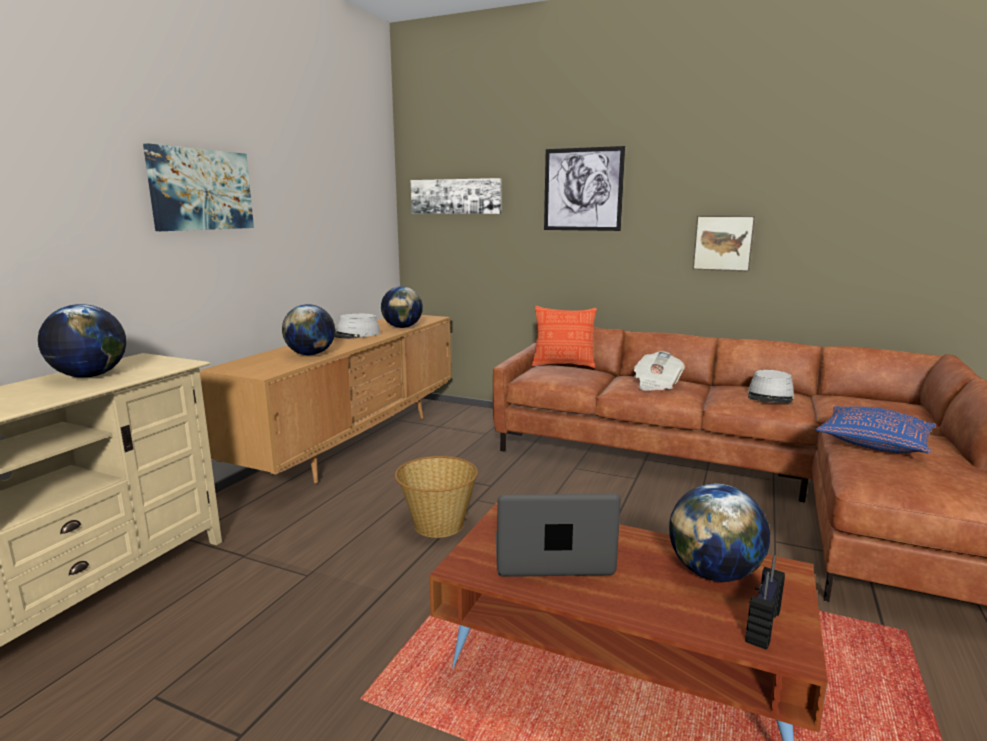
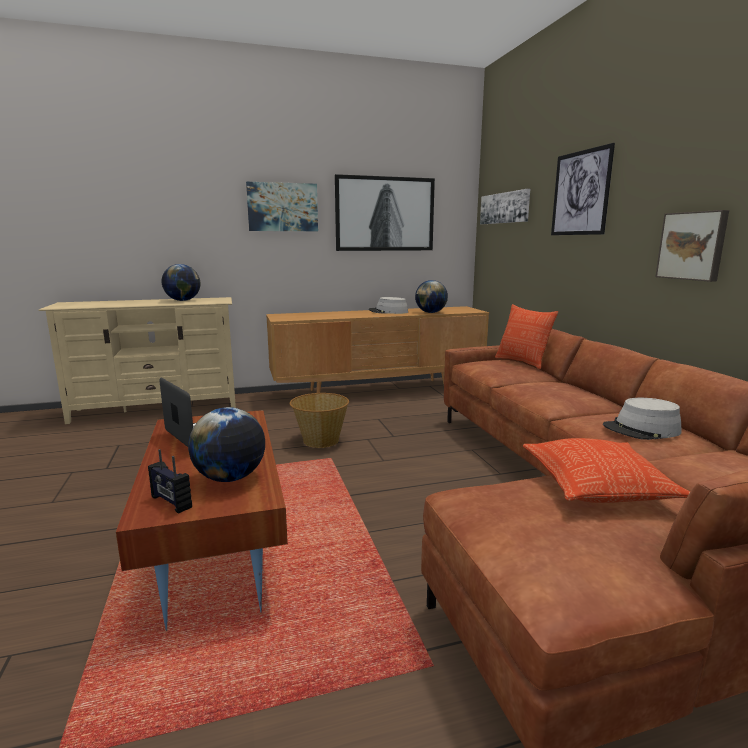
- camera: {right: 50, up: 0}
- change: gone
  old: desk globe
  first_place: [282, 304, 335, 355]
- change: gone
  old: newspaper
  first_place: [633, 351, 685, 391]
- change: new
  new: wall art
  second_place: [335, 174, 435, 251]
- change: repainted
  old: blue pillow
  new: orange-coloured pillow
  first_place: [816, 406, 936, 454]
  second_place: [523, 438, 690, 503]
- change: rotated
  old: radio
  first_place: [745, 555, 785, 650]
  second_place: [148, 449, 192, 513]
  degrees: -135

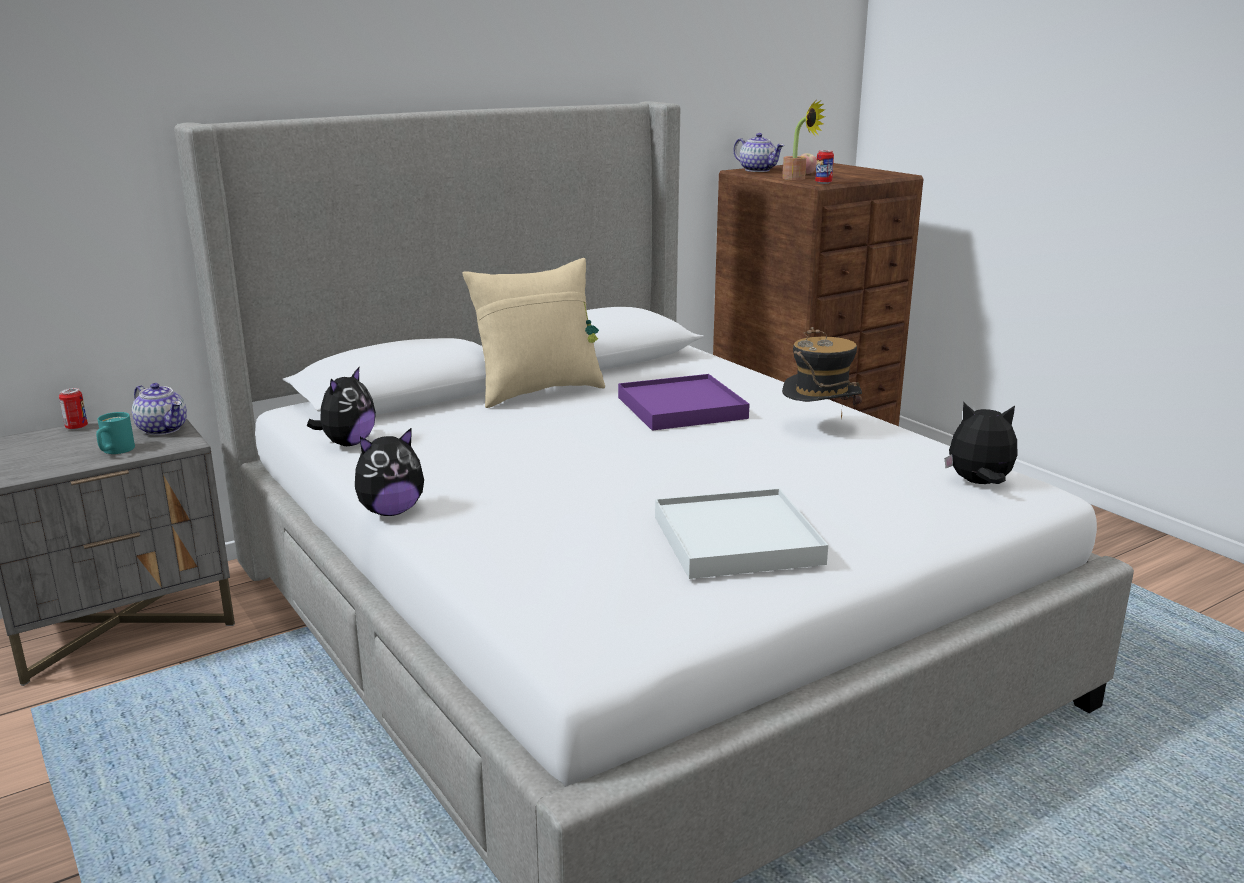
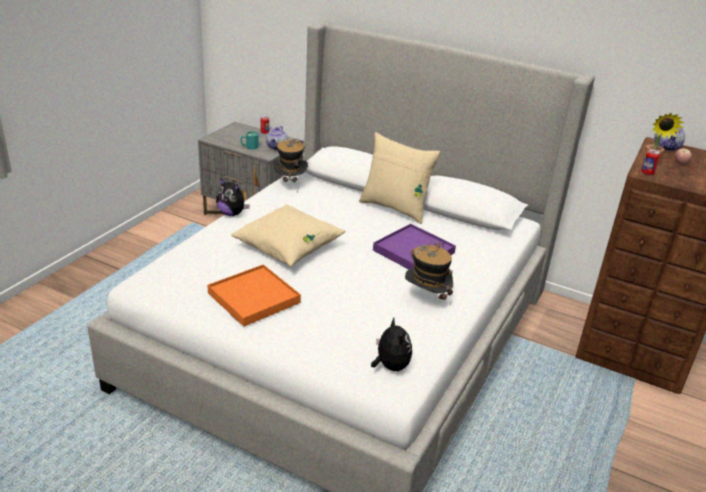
- camera: {right: 60, up: 10}
- change: new
  new: beige-coloured pillow
  second_place: [231, 204, 346, 267]
- change: swapped
  old: plush toy
  new: clothing hat
  first_place: [307, 367, 376, 446]
  second_place: [272, 139, 308, 183]
- change: repainted
  old: whitish serving tray
  new: orange-coloured serving tray
  first_place: [655, 488, 828, 579]
  second_place: [207, 264, 301, 327]

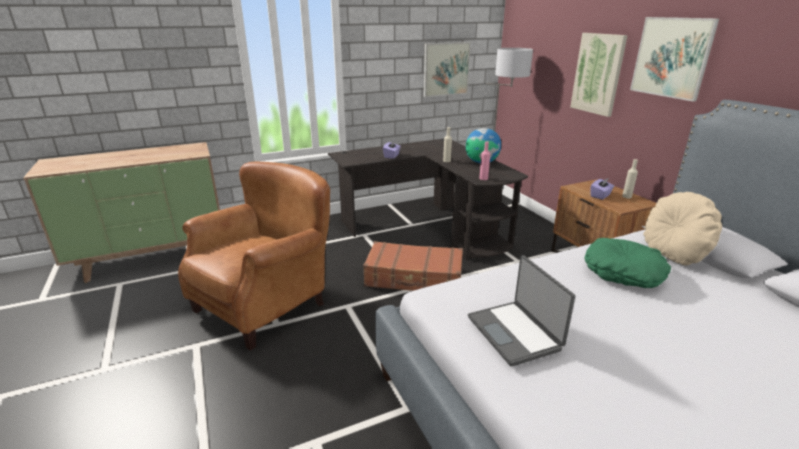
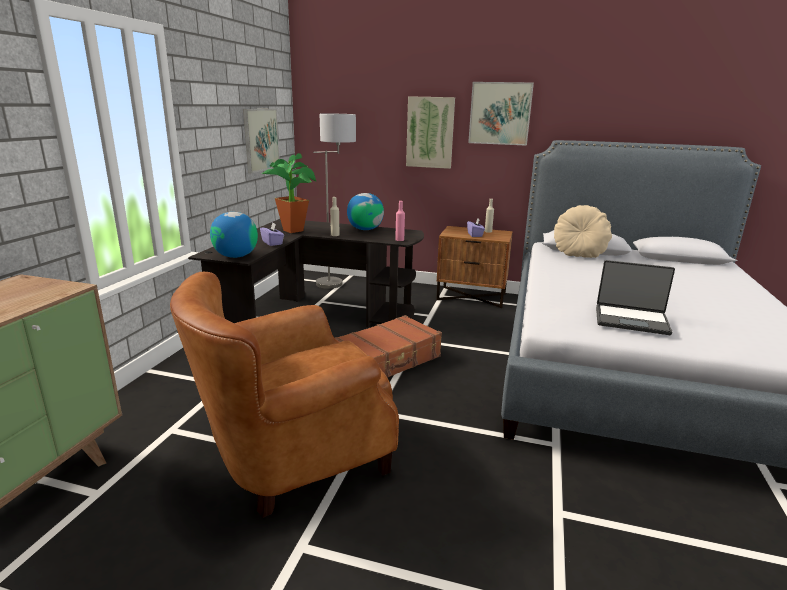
- camera: {right: -50, up: -5}
- change: gone
  old: green pillow
  first_place: [584, 238, 671, 288]
- change: new
  new: desk globe
  second_place: [210, 212, 258, 258]
- change: new
  new: plant in a pot
  second_place: [262, 153, 317, 233]
- change: rotated
  old: brownish armchair
  first_place: [178, 162, 330, 351]
  second_place: [170, 272, 399, 518]
  degrees: -105

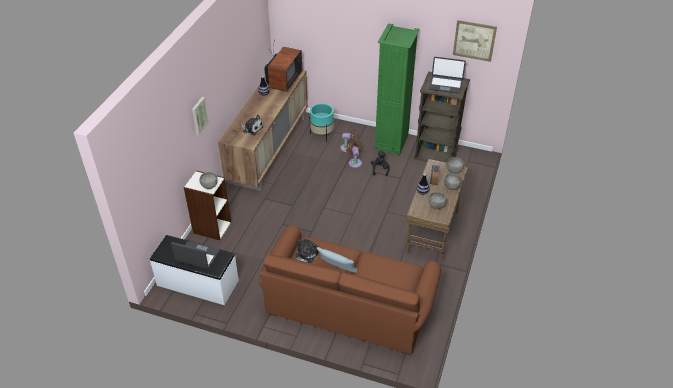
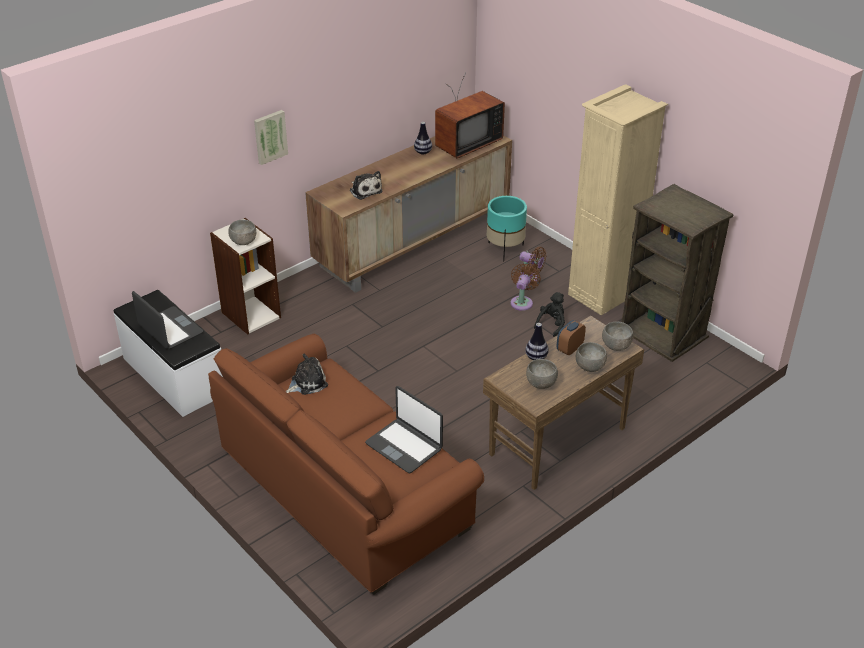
- camera: {right: 30, up: -5}
- change: gone
  old: blue pillow
  first_place: [317, 247, 357, 273]
- change: gone
  old: wall art
  first_place: [453, 20, 497, 62]
- change: shifted
  old: portable computer
  first_place: [429, 57, 466, 94]
  second_place: [365, 386, 443, 473]
- change: repainted
  old: green cupboard
  new: beige-coloured cupboard
  first_place: [375, 23, 420, 155]
  second_place: [568, 84, 668, 315]

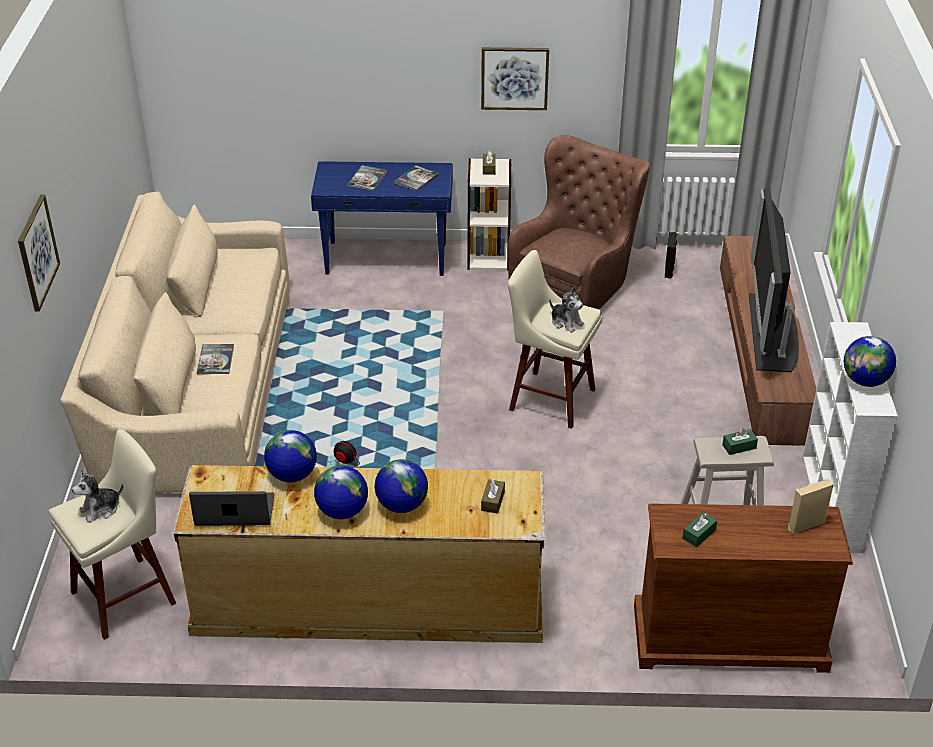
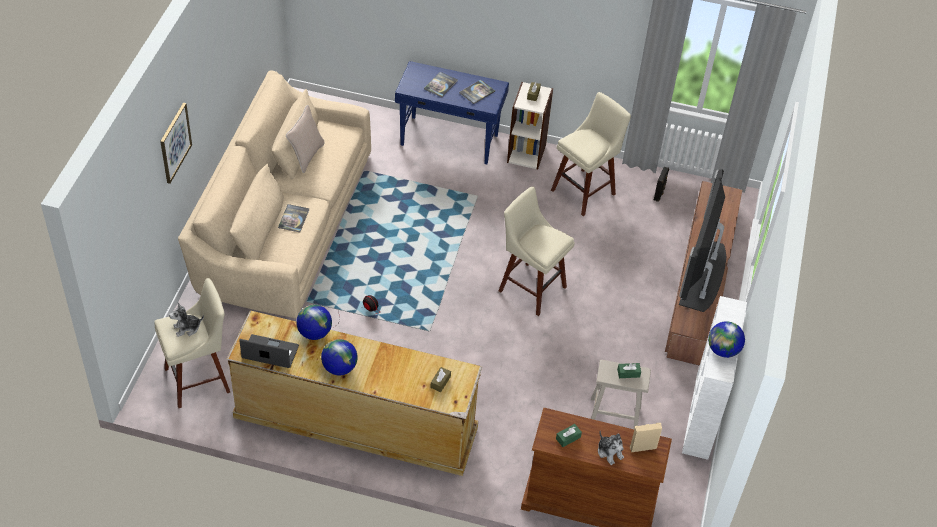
- camera: {right: 10, up: 10}
- change: gone
  old: desk globe
  first_place: [375, 459, 428, 513]
- change: gone
  old: wall art
  first_place: [481, 47, 549, 110]
- change: new
  new: beige-coloured pillow
  second_place: [286, 105, 324, 173]
- change: shifted
  old: plush toy
  first_place: [549, 287, 584, 333]
  second_place: [598, 431, 624, 465]
- change: swapped
  old: brownish armchair
  new: beige-coloured stool seat
  first_place: [508, 135, 650, 309]
  second_place: [551, 92, 631, 216]

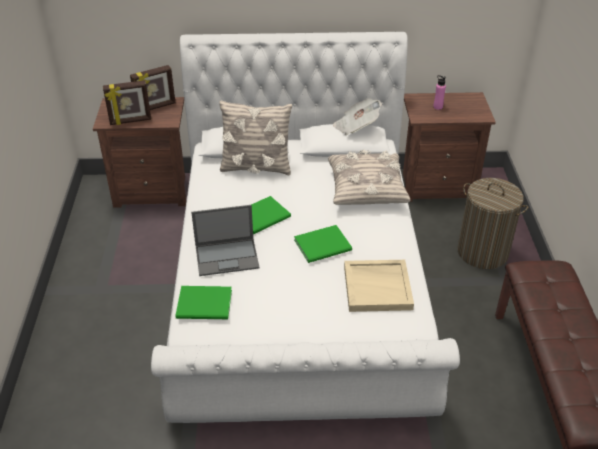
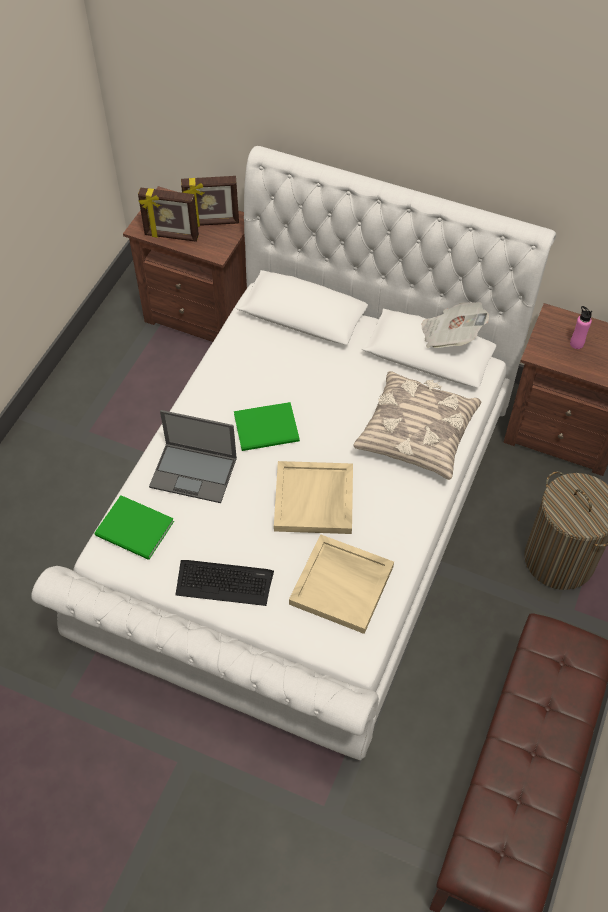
- camera: {right: 25, up: 15}
- change: gone
  old: beige-coloured pillow
  first_place: [219, 101, 292, 175]
- change: new
  new: PC keyboard
  second_place: [175, 560, 274, 606]
- change: swapped
  old: green book
  new: beige-coloured serving tray
  first_place: [294, 225, 352, 263]
  second_place: [274, 461, 353, 534]

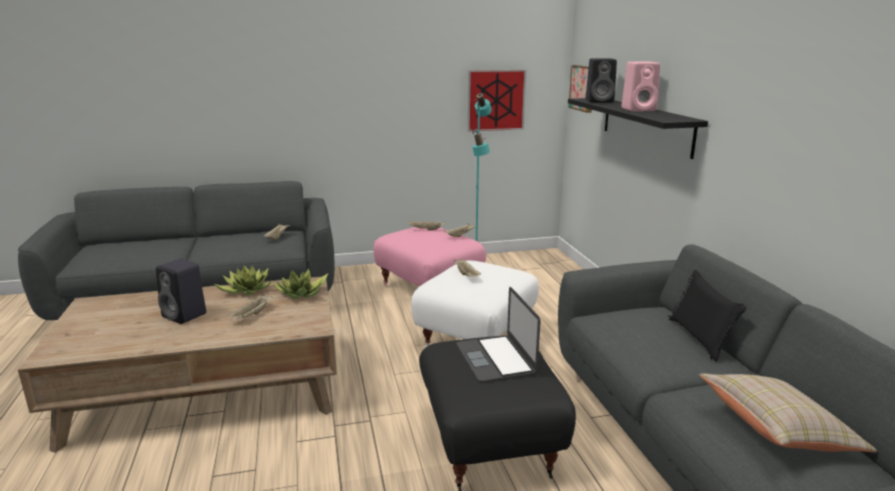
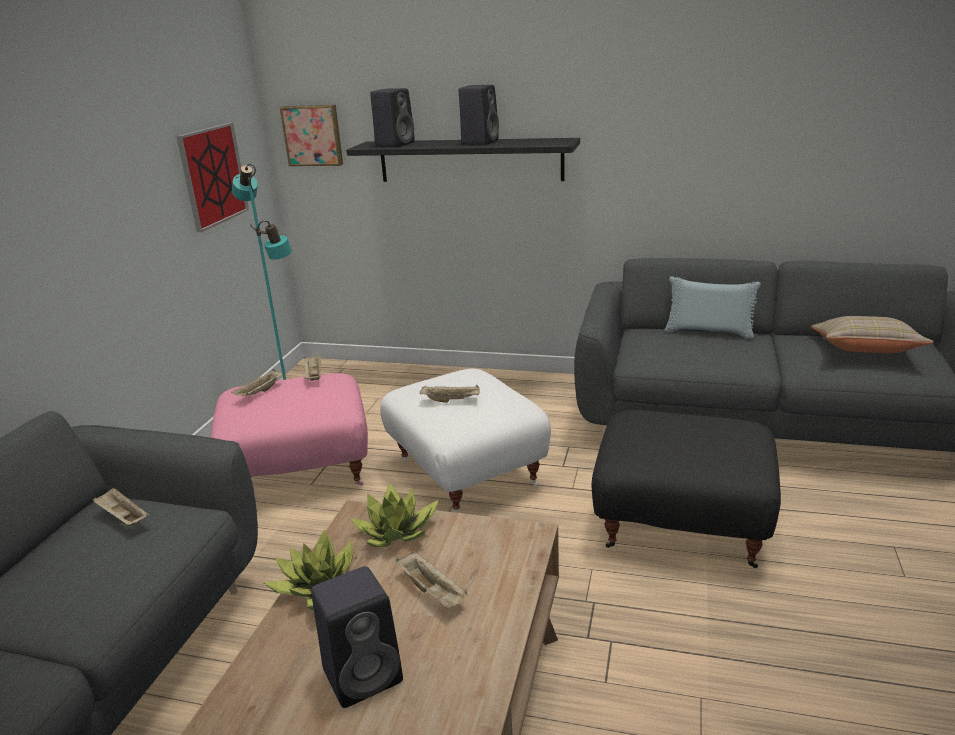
- camera: {right: -60, up: 5}
- change: gone
  old: portable computer
  first_place: [456, 287, 541, 382]
- change: repainted
  old: pink audio speaker
  new: black audio speaker
  first_place: [622, 62, 660, 111]
  second_place: [459, 85, 499, 145]
- change: repainted
  old: black pillow
  new: blue pillow
  first_place: [668, 270, 746, 361]
  second_place: [664, 276, 761, 339]

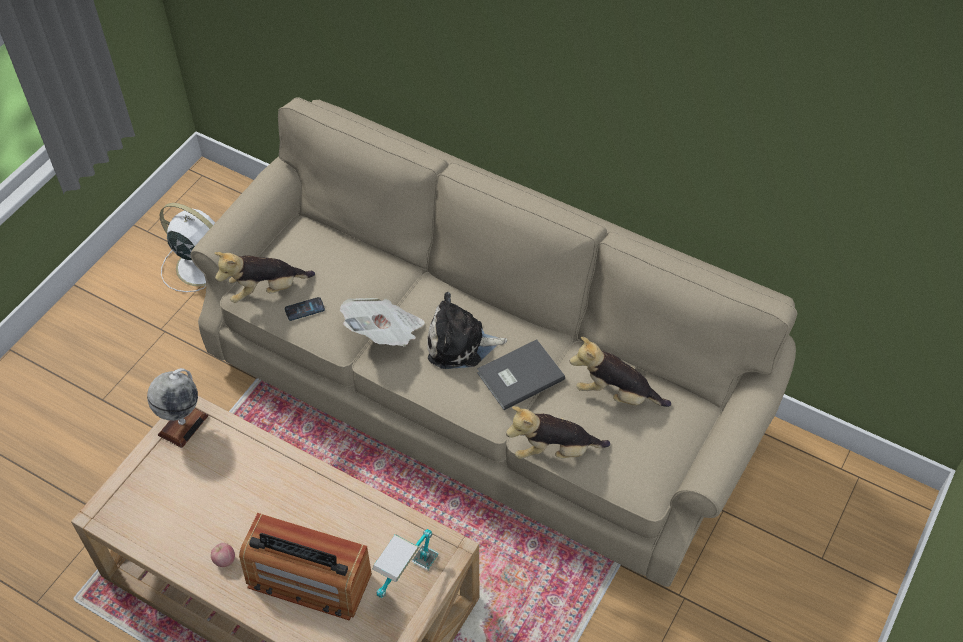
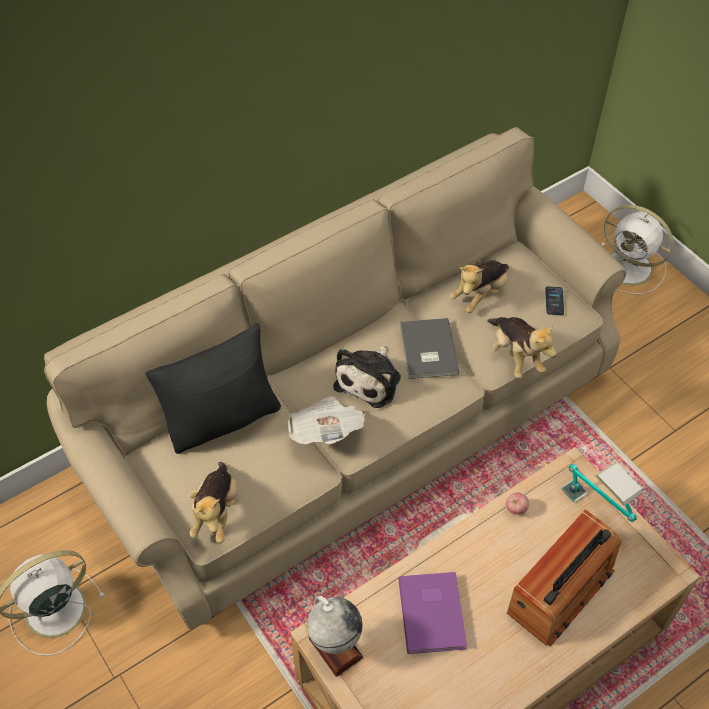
- camera: {right: -65, up: 0}
- change: new
  new: black pillow
  second_place: [145, 323, 281, 454]
- change: new
  new: purple book
  second_place: [398, 572, 467, 654]
- change: new
  new: whitish cooling fan
  second_place: [601, 205, 674, 295]
- change: shifted
  old: whole apple
  first_place: [211, 543, 235, 567]
  second_place: [506, 493, 529, 515]
- change: shifted
  old: phone
  first_place: [285, 297, 325, 321]
  second_place: [545, 286, 564, 315]
- change: rotated
  old: plush toy
  first_place: [506, 406, 610, 459]
  second_place: [487, 317, 557, 378]
  degrees: -45

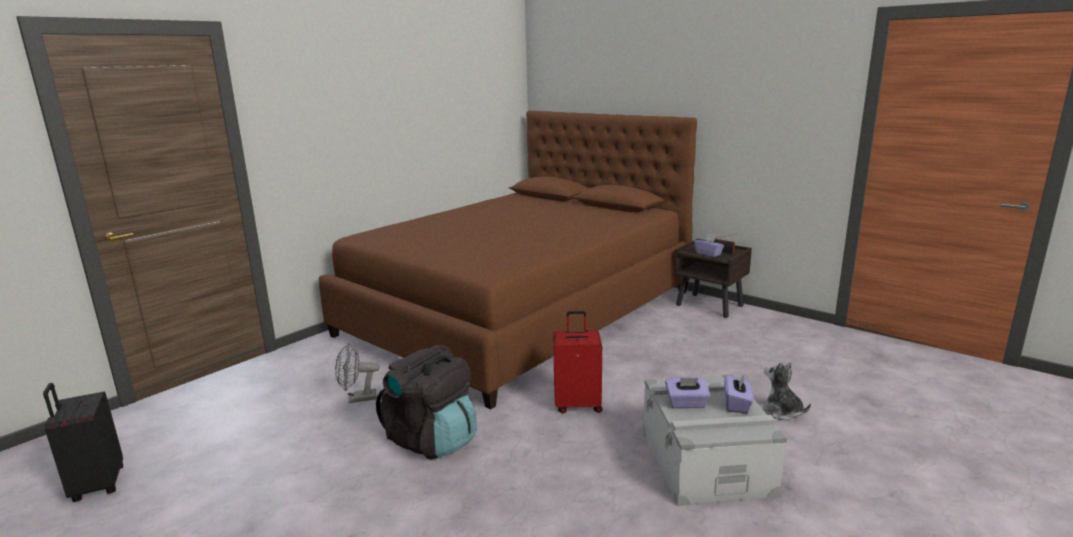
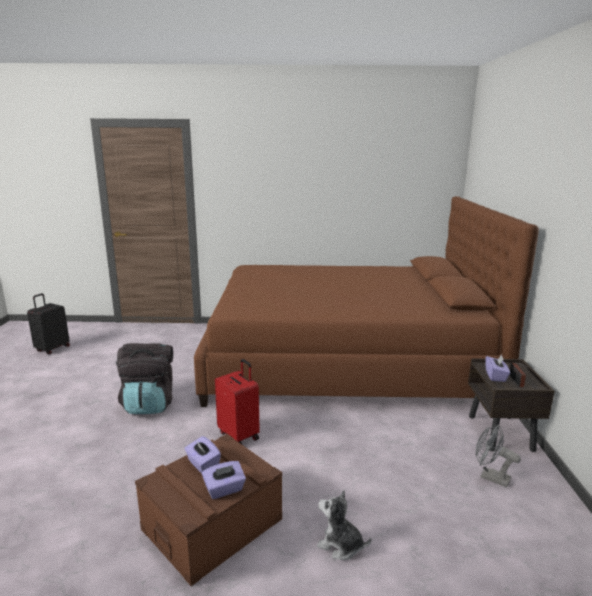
- camera: {right: 50, up: 0}
- change: shifted
  old: gray cooling fan
  first_place: [335, 343, 380, 403]
  second_place: [476, 424, 521, 487]
- change: repainted
  old: gray storage bin
  new: brownish storage bin
  first_place: [643, 374, 787, 506]
  second_place: [135, 434, 282, 586]
- change: rotated
  old: plush toy
  first_place: [759, 362, 811, 420]
  second_place: [317, 491, 371, 560]
  degrees: -75

